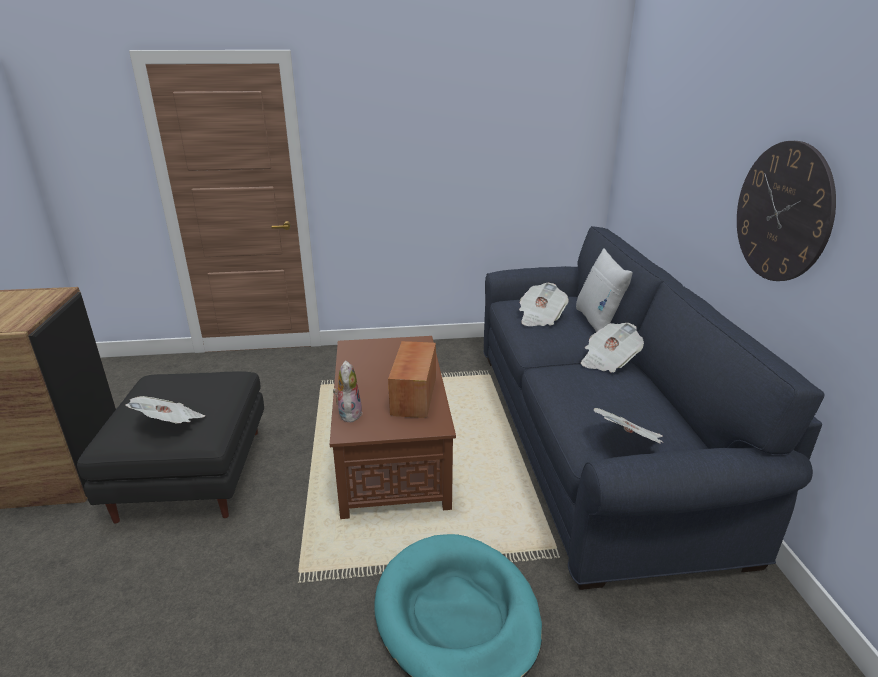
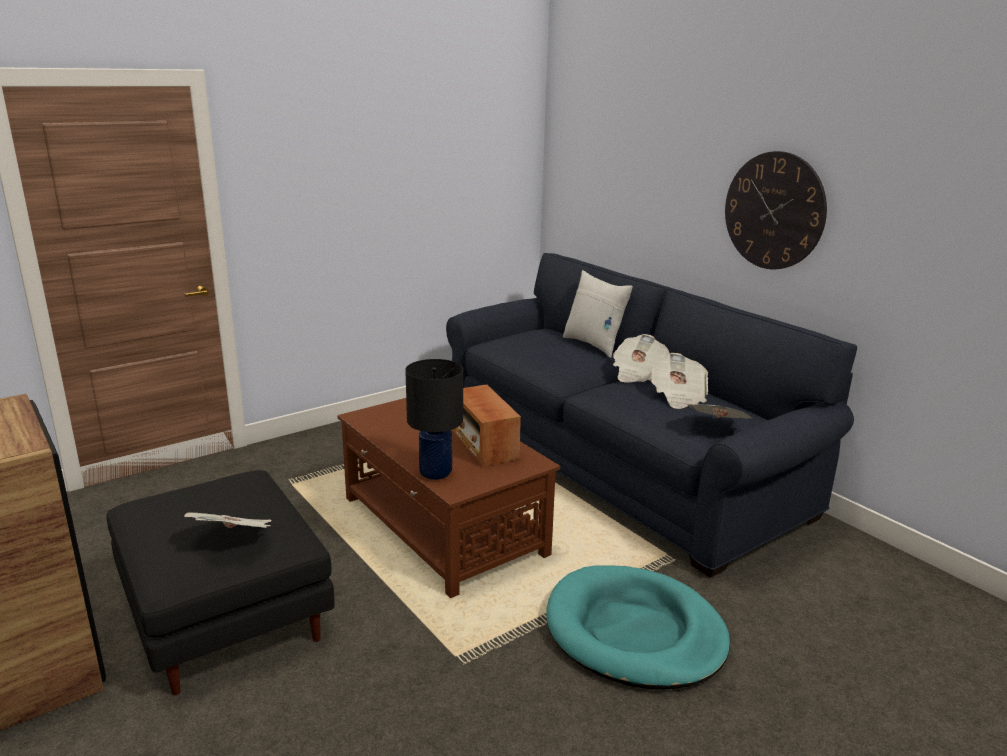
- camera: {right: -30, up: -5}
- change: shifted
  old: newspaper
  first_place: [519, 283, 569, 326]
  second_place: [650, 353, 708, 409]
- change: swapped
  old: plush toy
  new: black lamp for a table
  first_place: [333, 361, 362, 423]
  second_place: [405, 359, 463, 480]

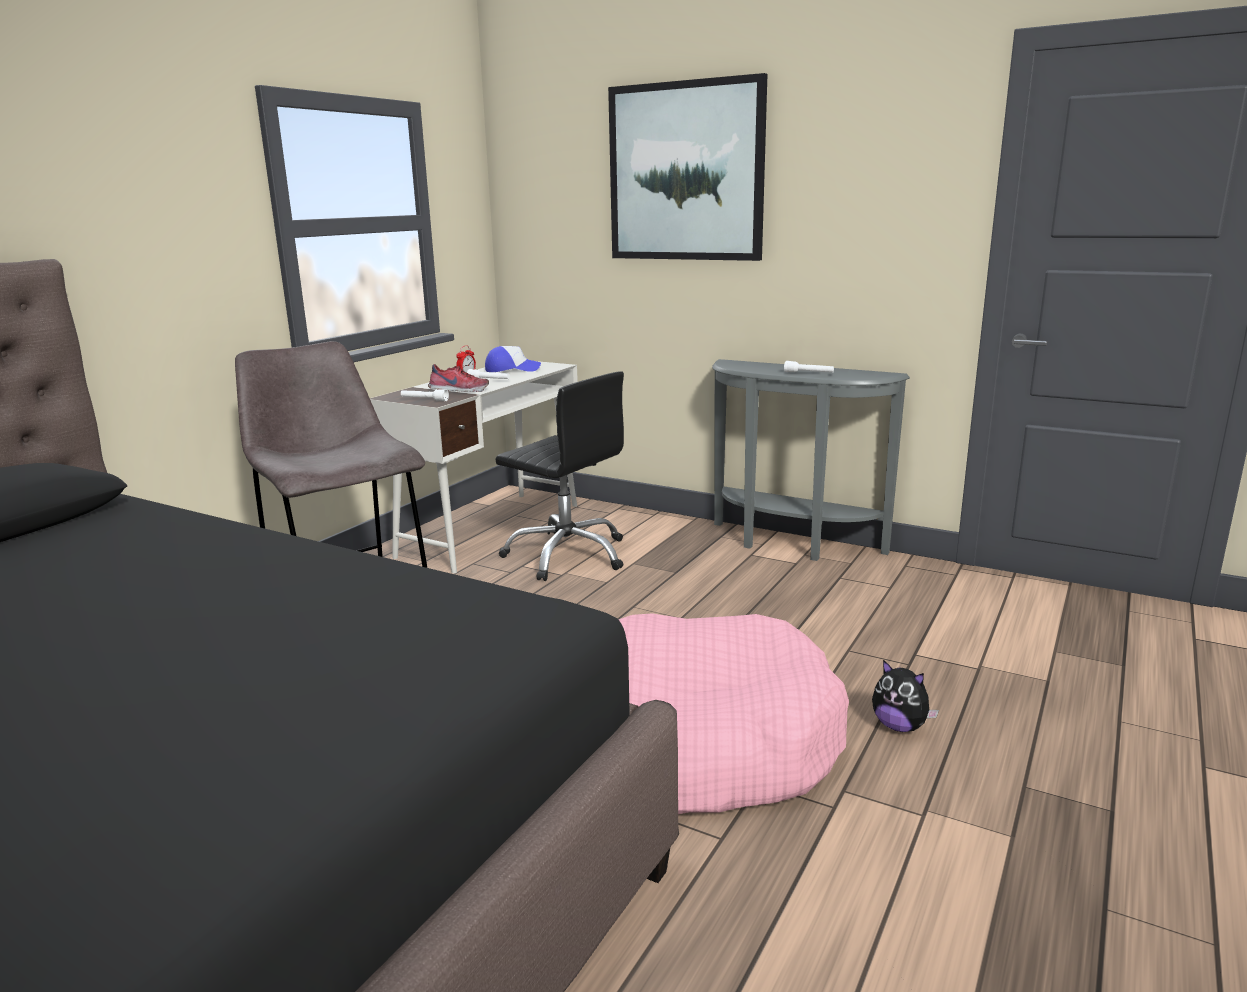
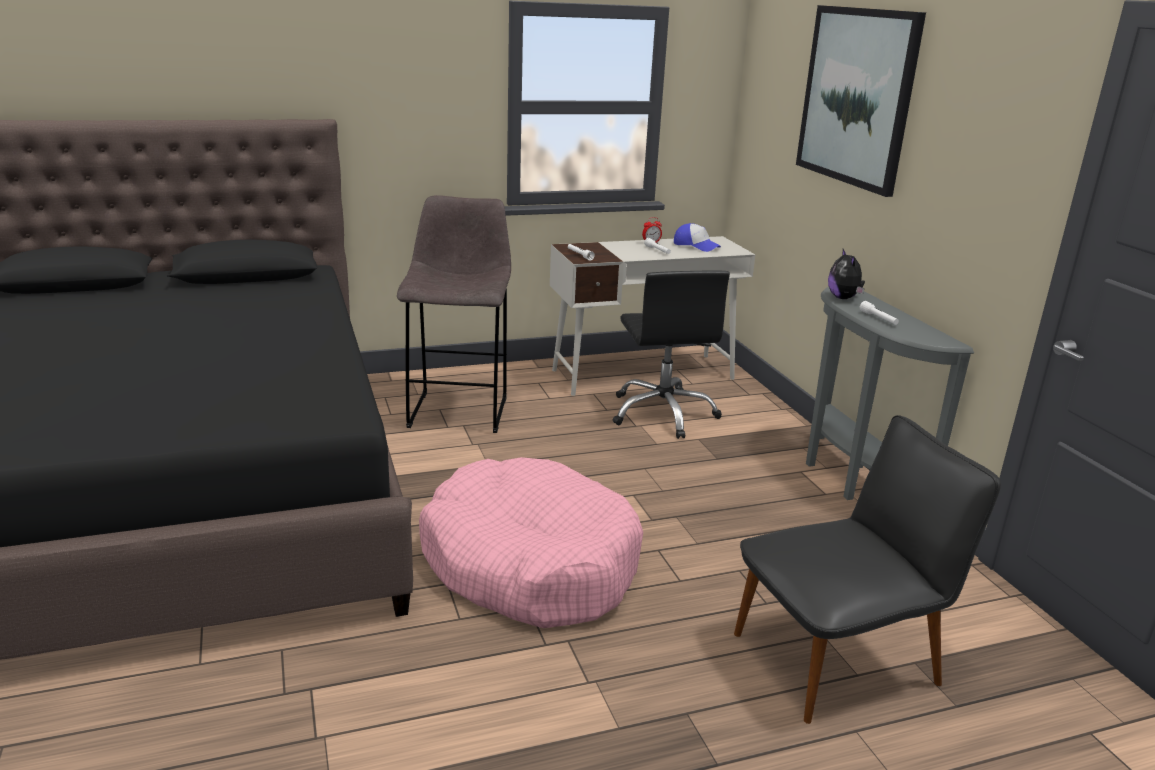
- camera: {right: 40, up: 5}
- change: gone
  old: low shoe
  first_place: [428, 364, 489, 392]
- change: new
  new: black chair
  second_place: [734, 415, 1001, 724]
- change: shifted
  old: plush toy
  first_place: [872, 660, 939, 732]
  second_place: [828, 249, 865, 299]

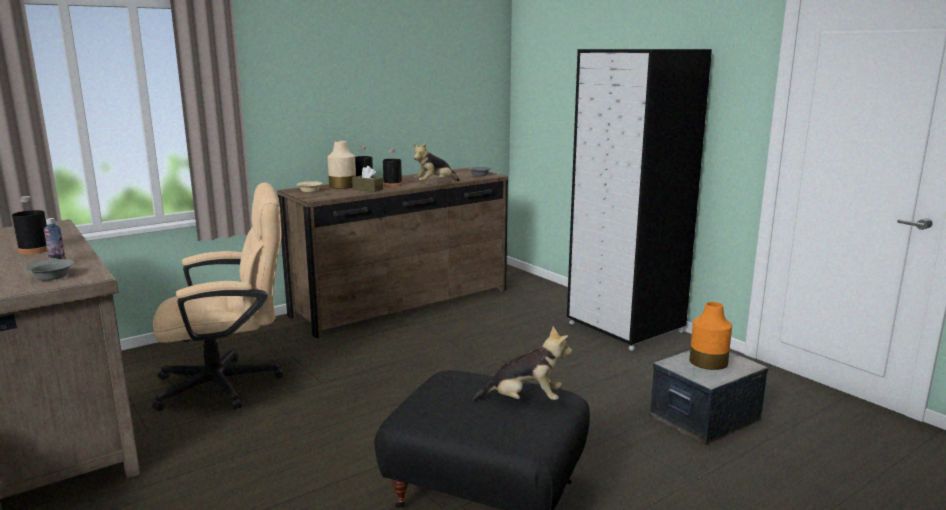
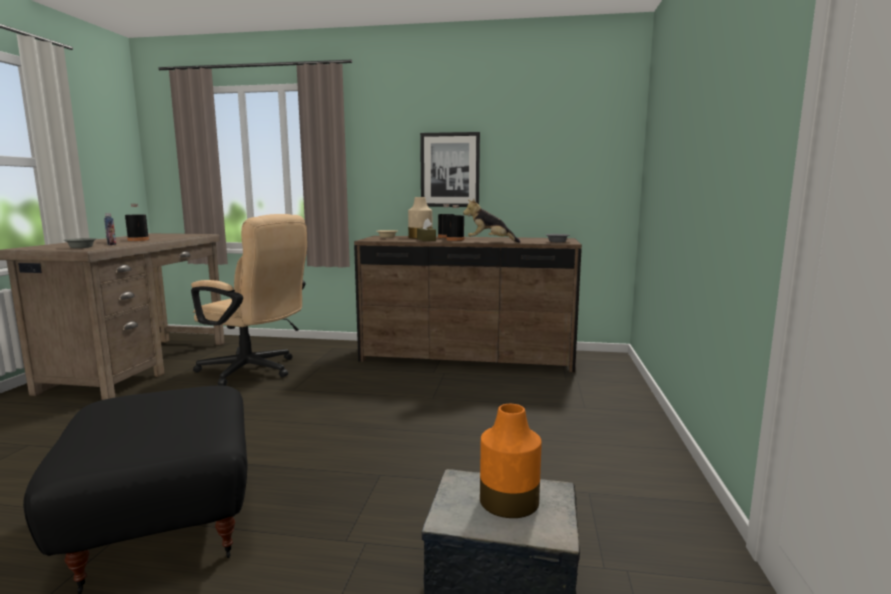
- camera: {right: 45, up: -5}
- change: gone
  old: plush toy
  first_place: [473, 327, 572, 401]
- change: gone
  old: clothes cupboard
  first_place: [567, 49, 712, 351]
- change: new
  new: wall art
  second_place: [420, 132, 480, 207]

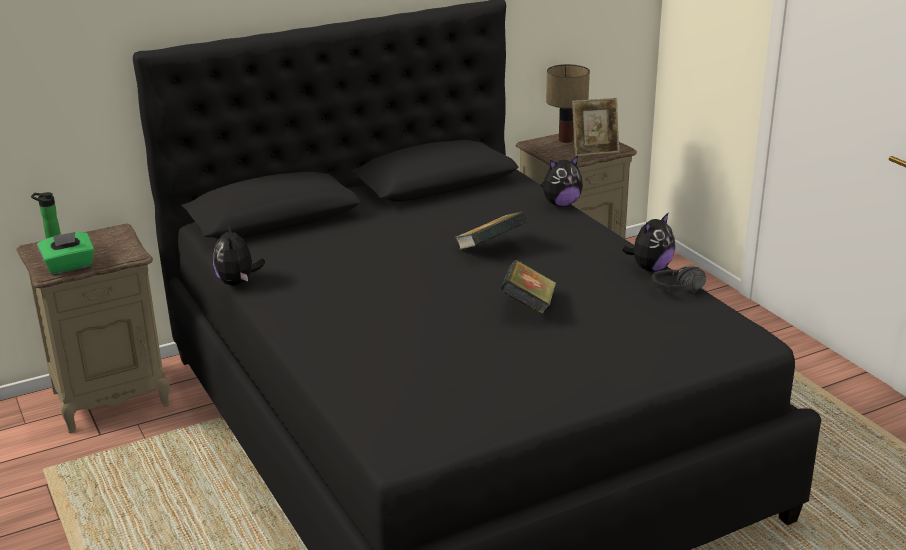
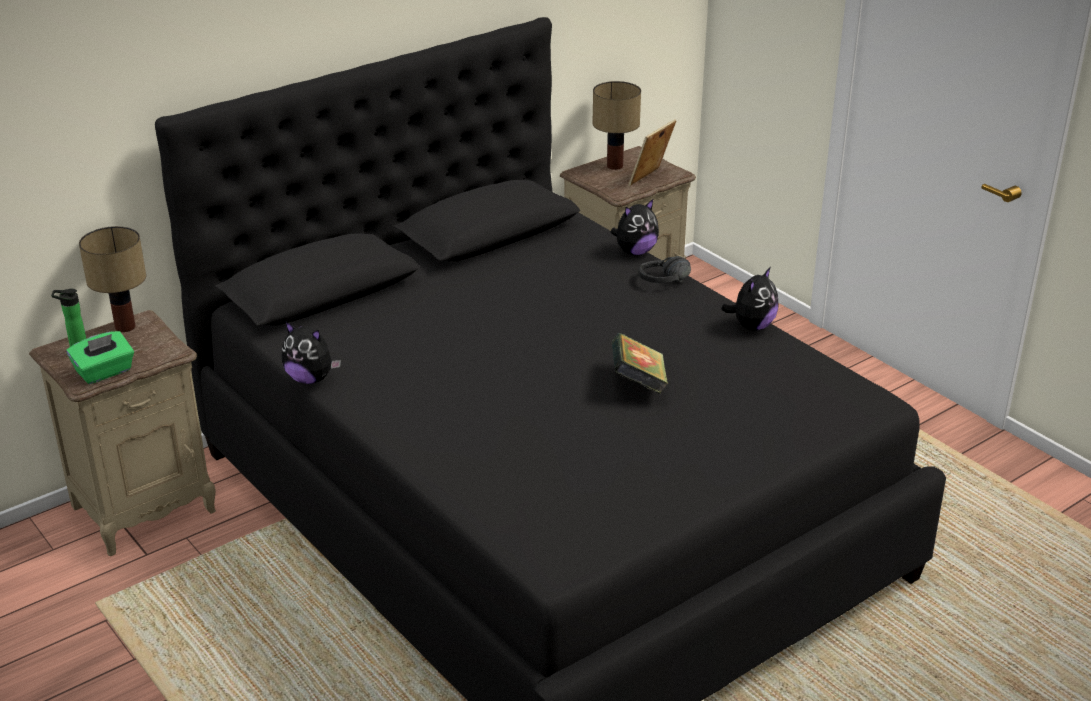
- camera: {right: -10, up: 5}
- change: gone
  old: book
  first_place: [454, 212, 528, 250]
- change: new
  new: lamp for a table
  second_place: [79, 226, 146, 332]
- change: shifted
  old: black headphones
  first_place: [651, 266, 706, 293]
  second_place: [638, 256, 691, 283]
- change: rotated
  old: plush toy
  first_place: [213, 223, 265, 286]
  second_place: [281, 321, 341, 384]
  degrees: -45
- change: rotated
  old: picture frame
  first_place: [572, 98, 619, 157]
  second_place: [628, 119, 677, 186]
  degrees: 150

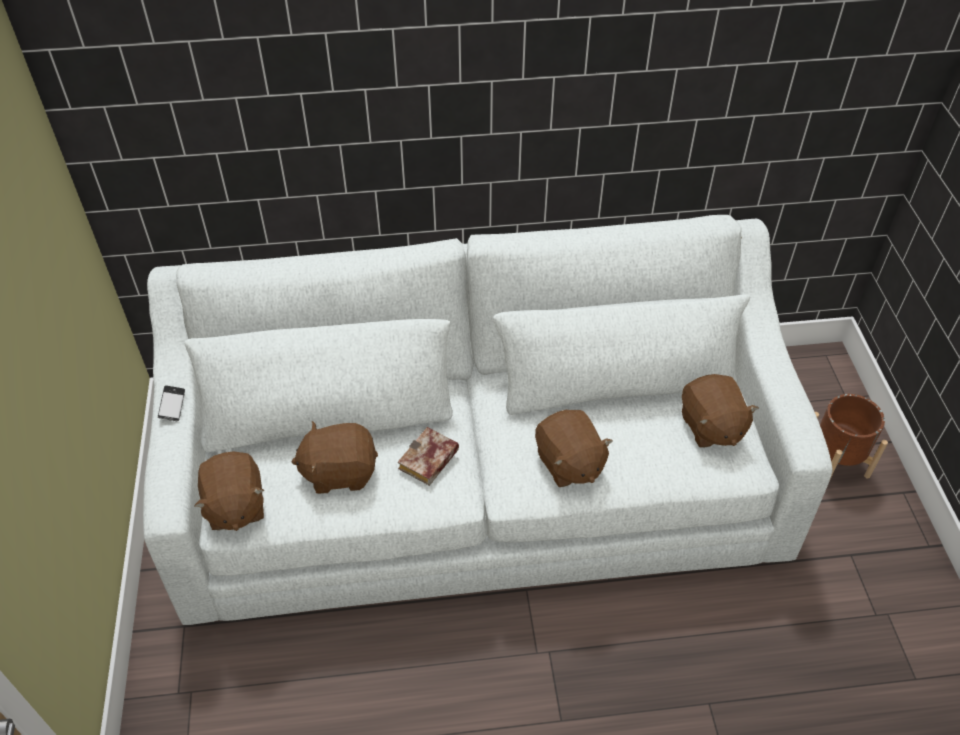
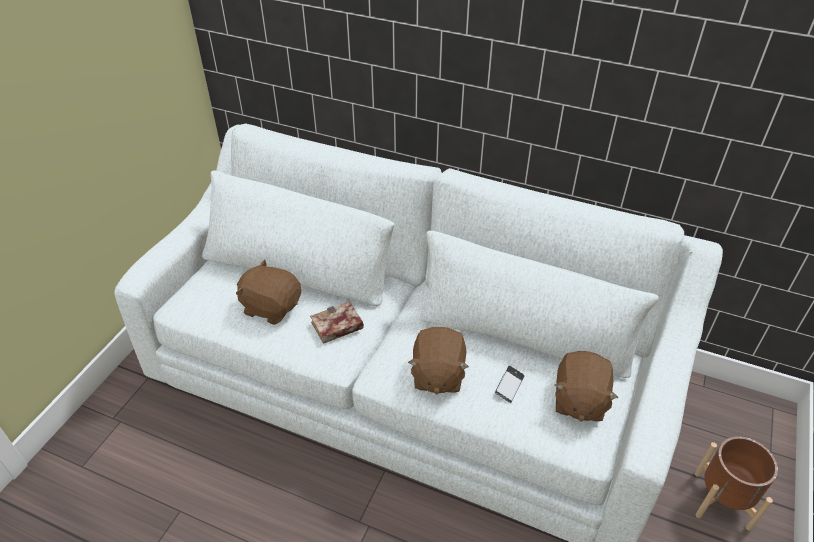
- camera: {right: 30, up: -5}
- change: gone
  old: brownish plush toy
  first_place: [194, 451, 264, 531]
- change: shifted
  old: phone
  first_place: [158, 385, 185, 421]
  second_place: [495, 366, 524, 403]

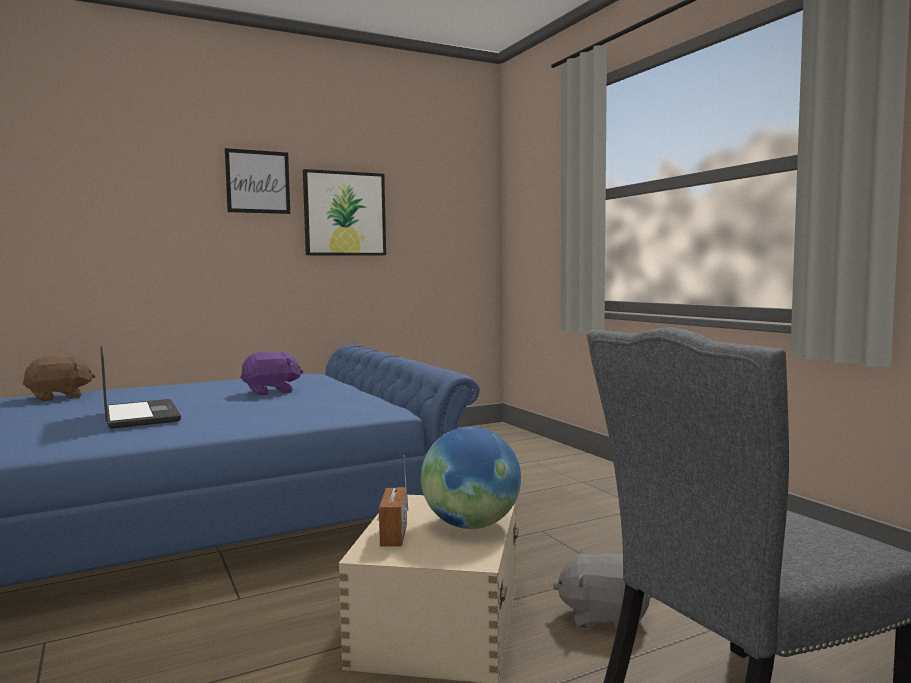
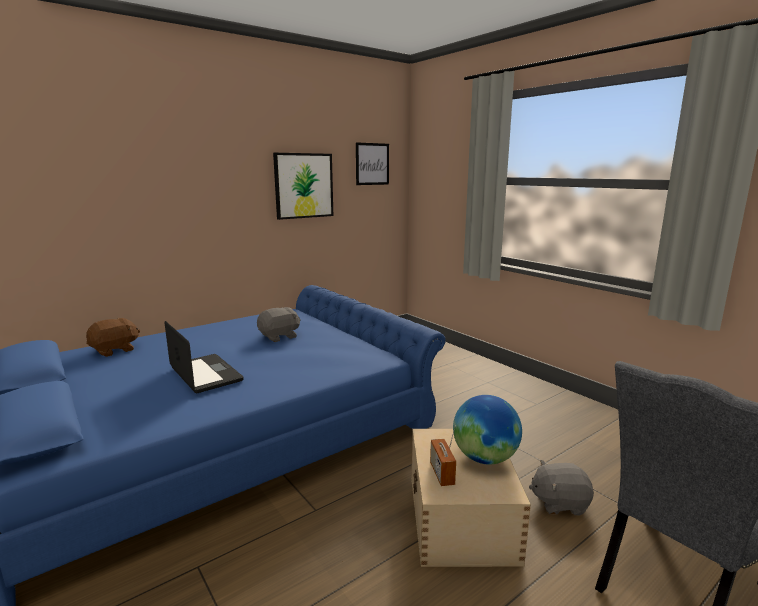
- camera: {right: -10, up: 10}
- change: shifted
  old: wall art
  first_place: [225, 148, 290, 214]
  second_place: [356, 142, 389, 185]
- change: repainted
  old: purple plush toy
  new: gray plush toy
  first_place: [240, 351, 303, 396]
  second_place: [257, 307, 301, 342]

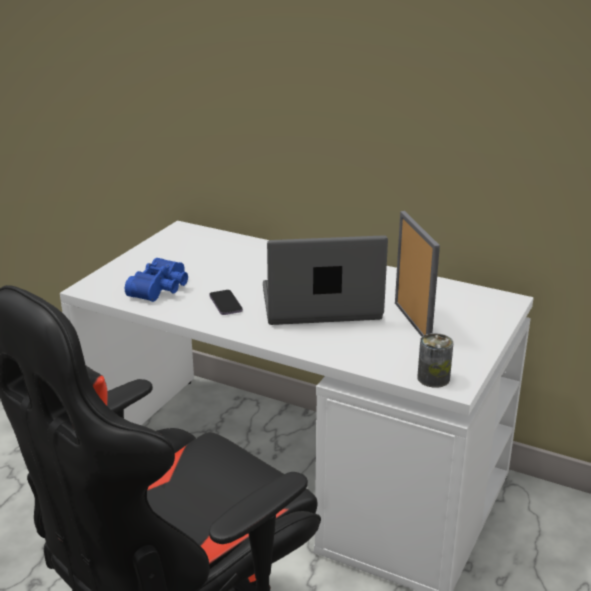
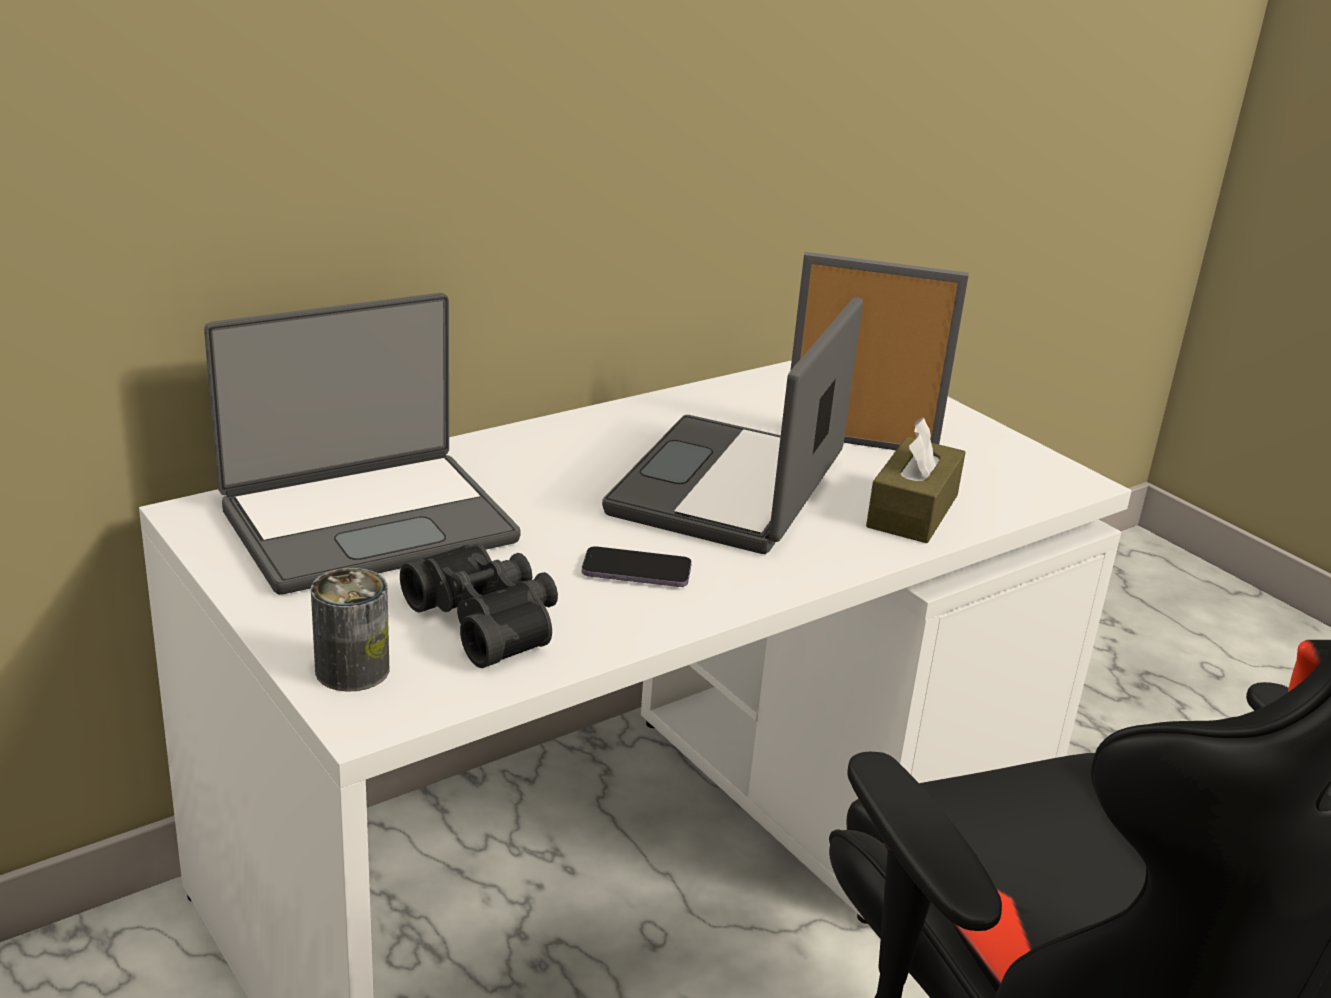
- camera: {right: -65, up: 0}
- change: new
  new: portable computer
  second_place: [204, 293, 521, 595]
- change: new
  new: brownish tissue holder
  second_place: [866, 417, 966, 543]
- change: shifted
  old: metal can
  first_place: [417, 333, 453, 388]
  second_place: [311, 568, 389, 692]
- change: repainted
  old: blue binoculars
  new: black binoculars
  first_place: [125, 258, 188, 302]
  second_place: [400, 544, 558, 668]

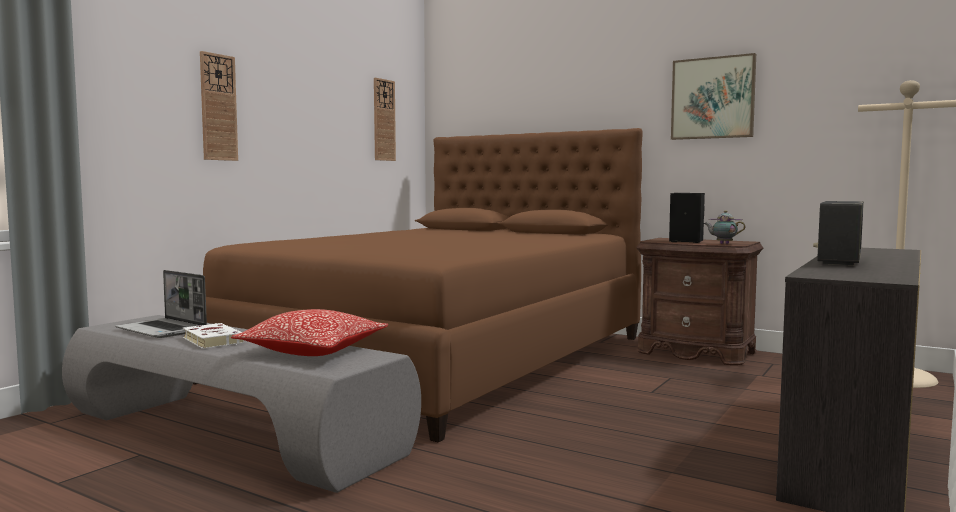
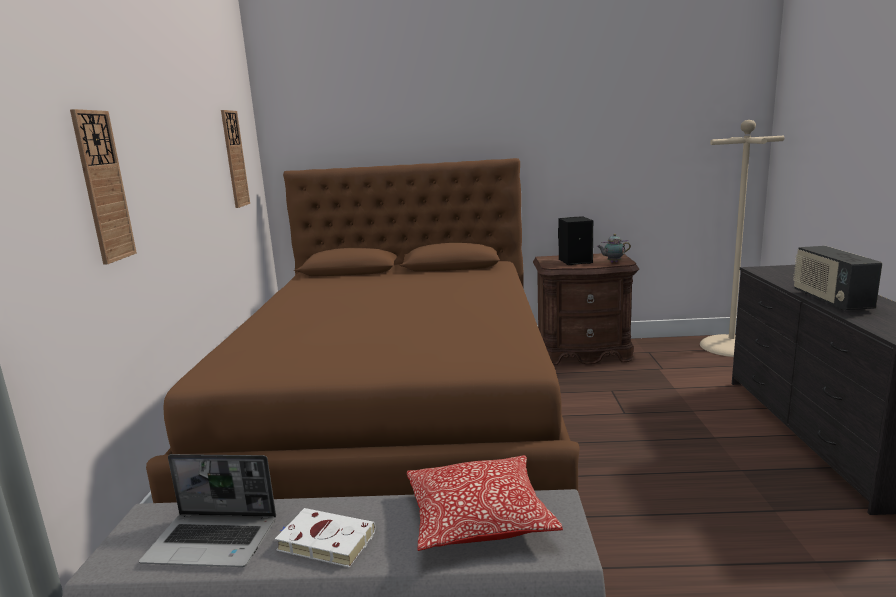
- camera: {right: -30, up: 10}
- change: gone
  old: wall art
  first_place: [671, 53, 756, 140]

